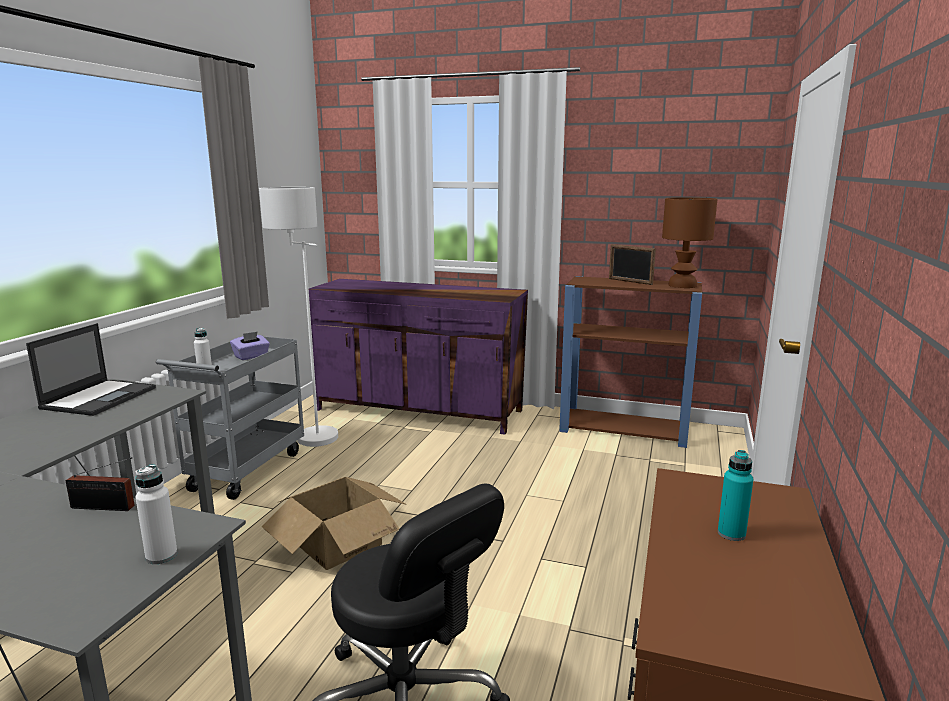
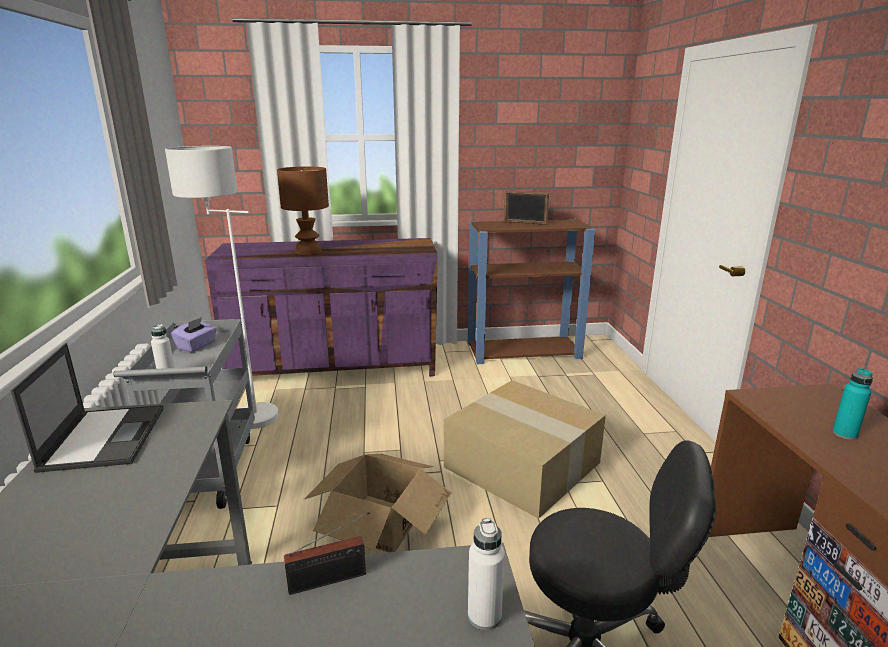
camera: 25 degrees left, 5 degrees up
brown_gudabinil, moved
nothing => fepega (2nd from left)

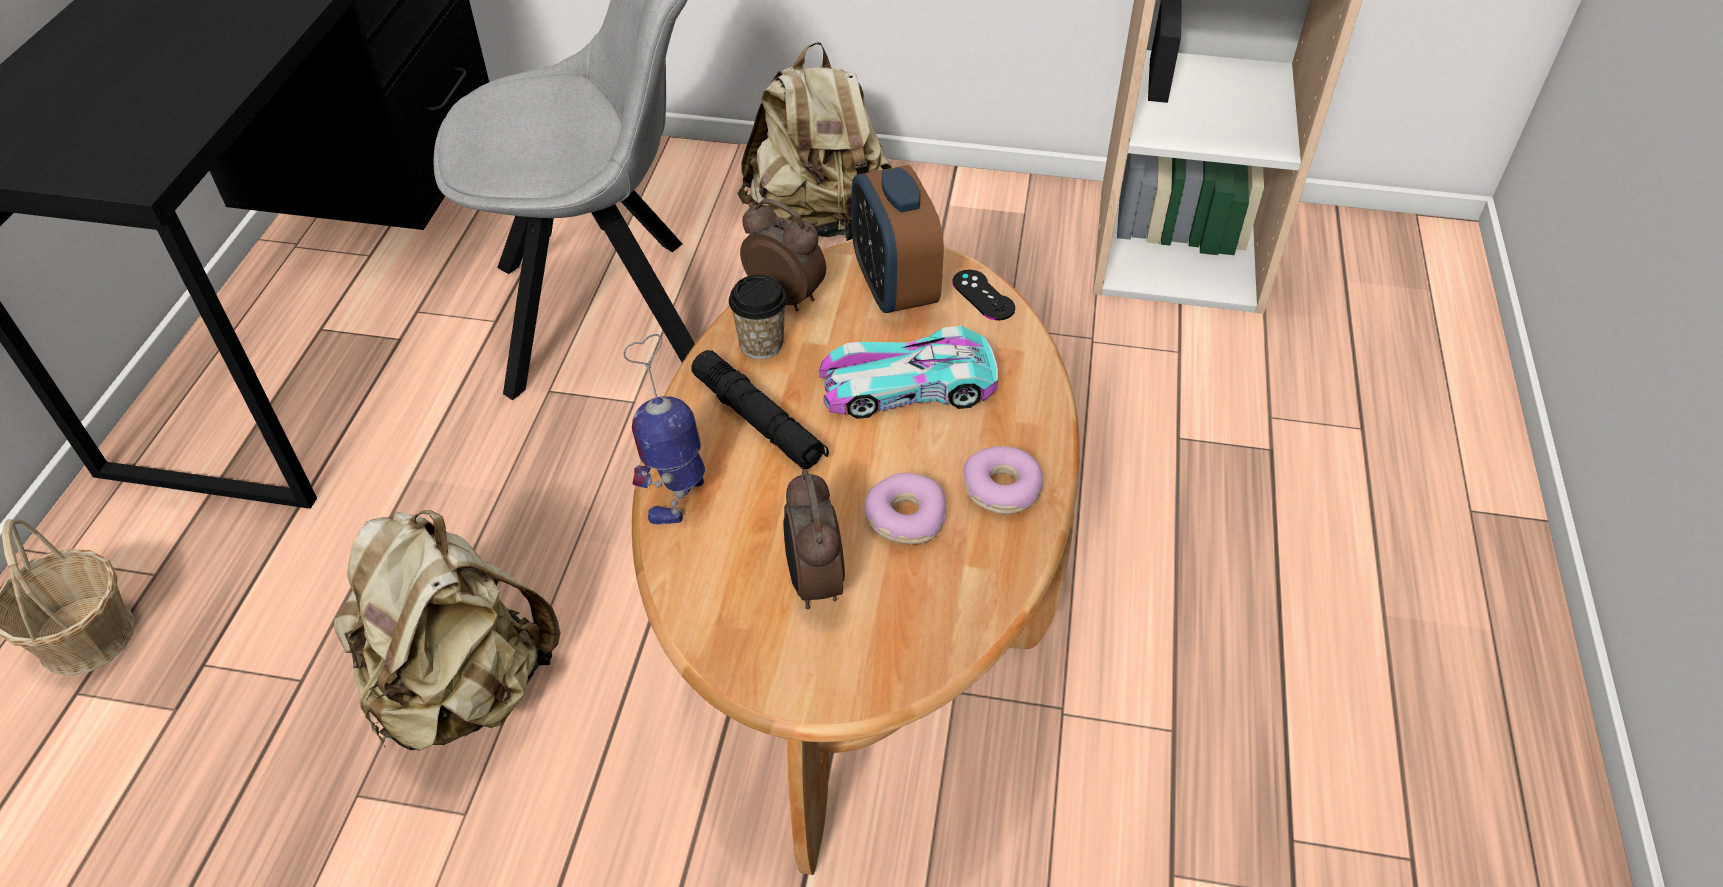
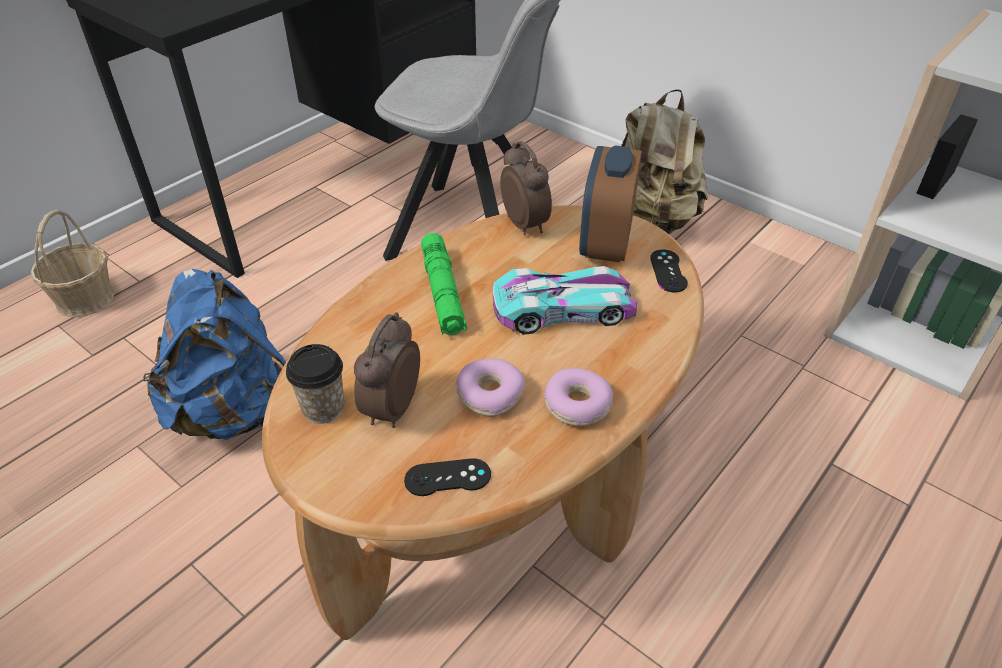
camera: 30 degrees right, 5 degrees down
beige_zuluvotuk (1st from left) => blue_zuluvotuk
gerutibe => nothing
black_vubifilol => green_vubifilol
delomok, moved
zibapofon, 150 degrees clockwise
nothing => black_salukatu (1st from left)

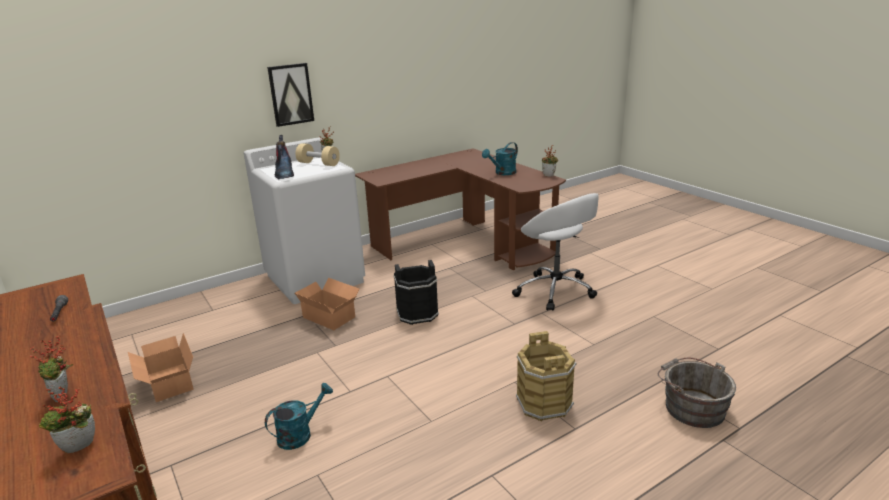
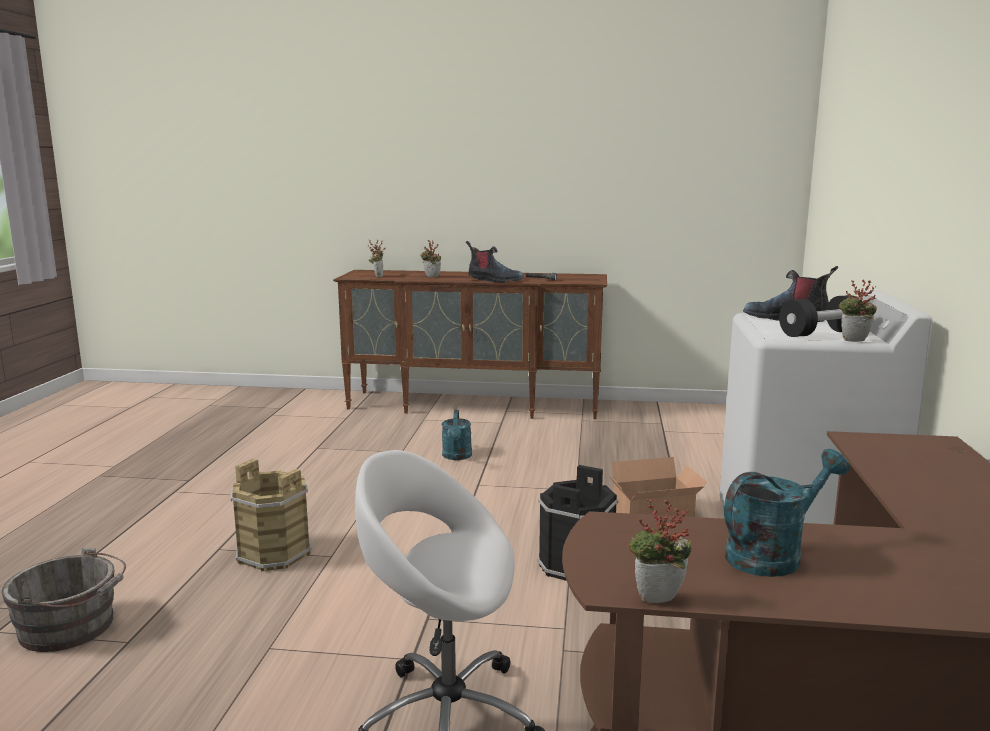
camera: 130 degrees right, 10 degrees down
fepega (1st from left) => nothing
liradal => nothing
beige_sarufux => black_sarufux
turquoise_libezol (2nd from left), 60 degrees clockwise
nothing => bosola (1st from left)

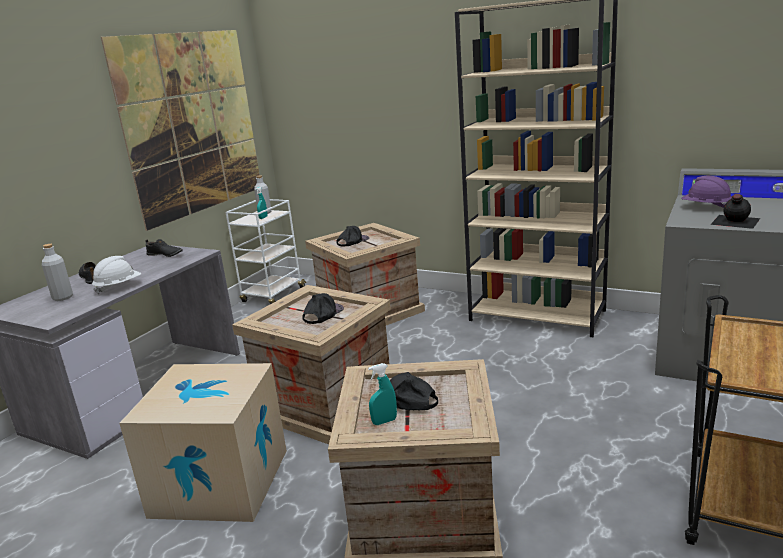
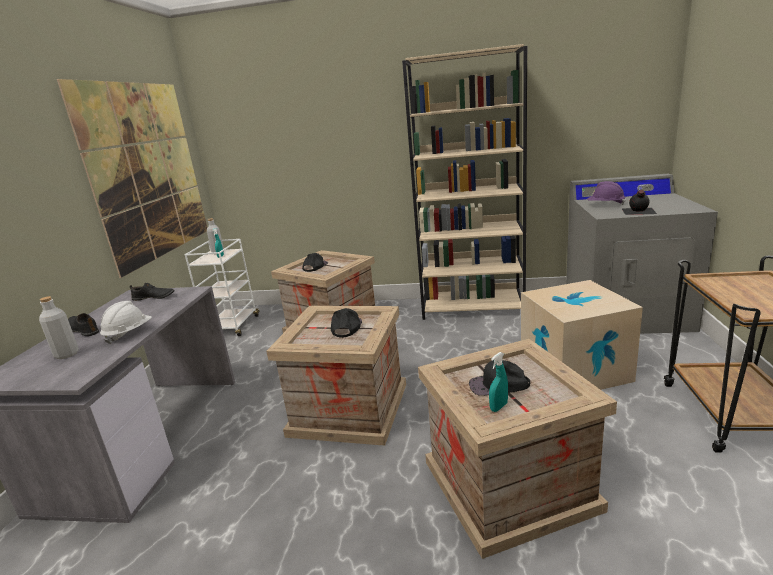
camera: 20 degrees left, 0 degrees up
fepega, moved

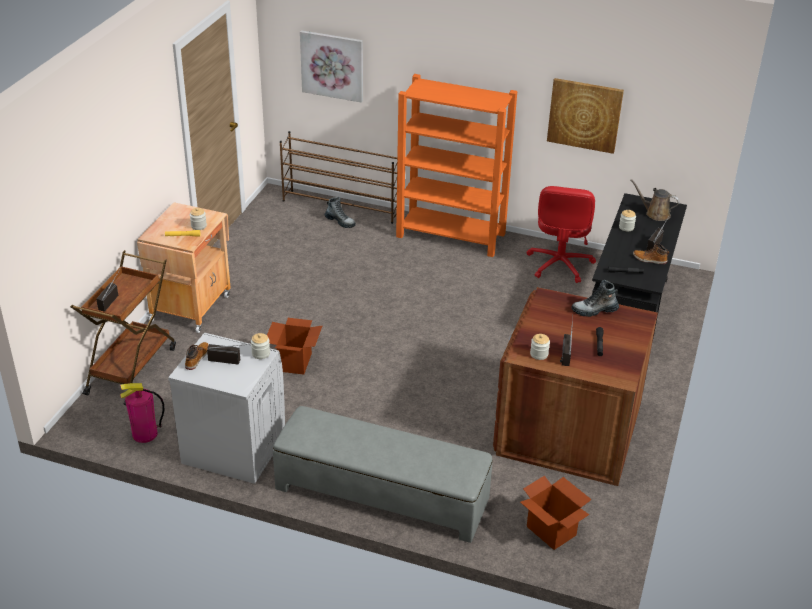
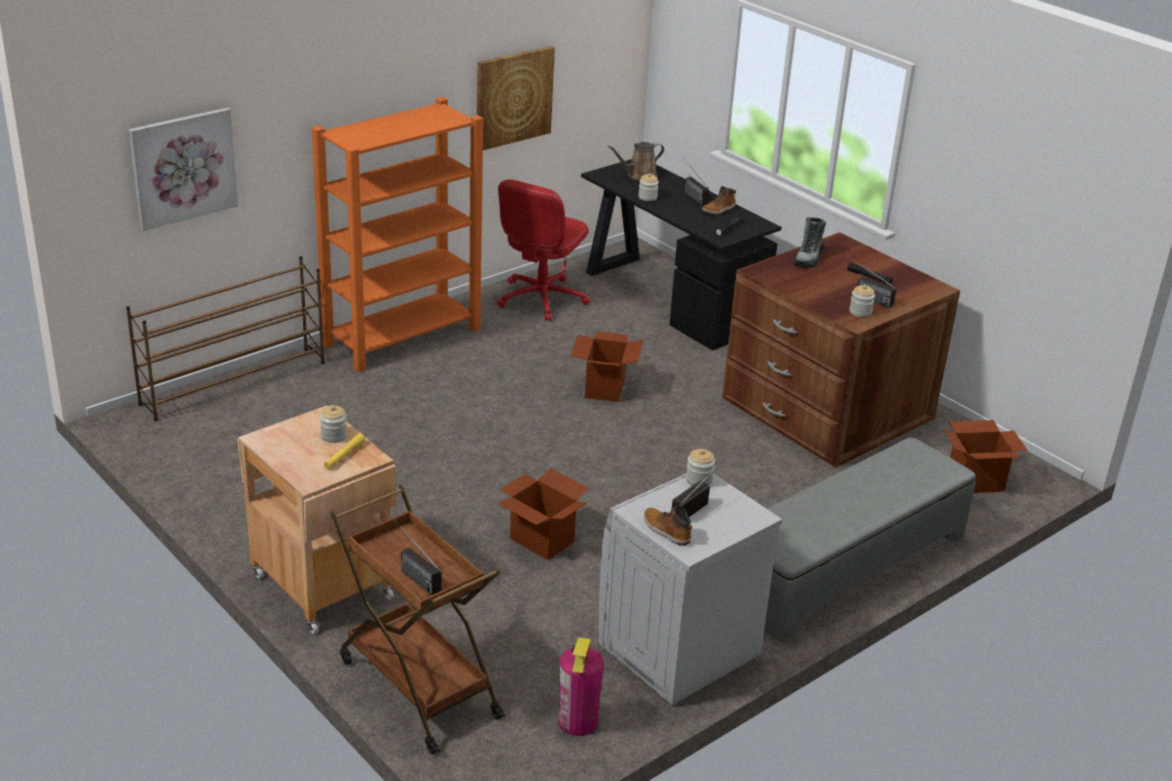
camera: 60 degrees left, 5 degrees down
bosola (2nd from left) => nothing
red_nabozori, 75 degrees clockwise
nothing => fepega (2nd from left)

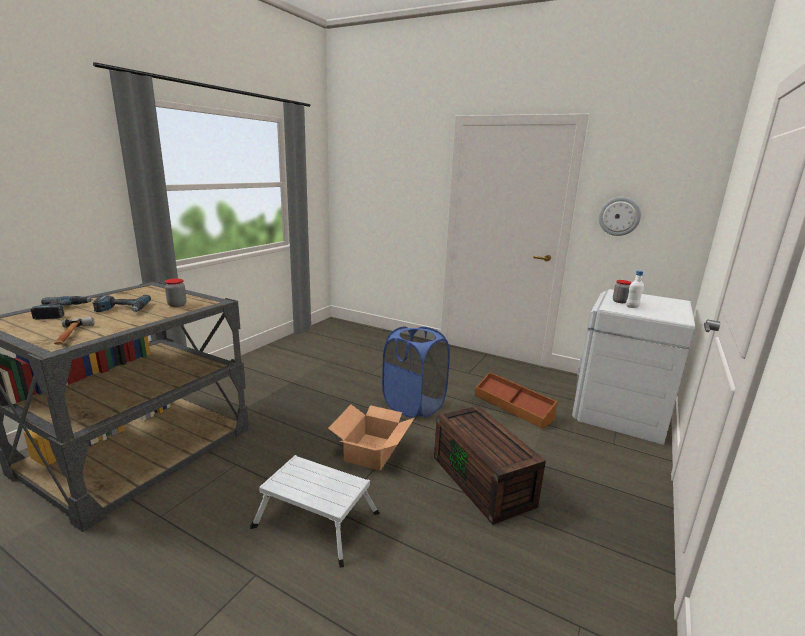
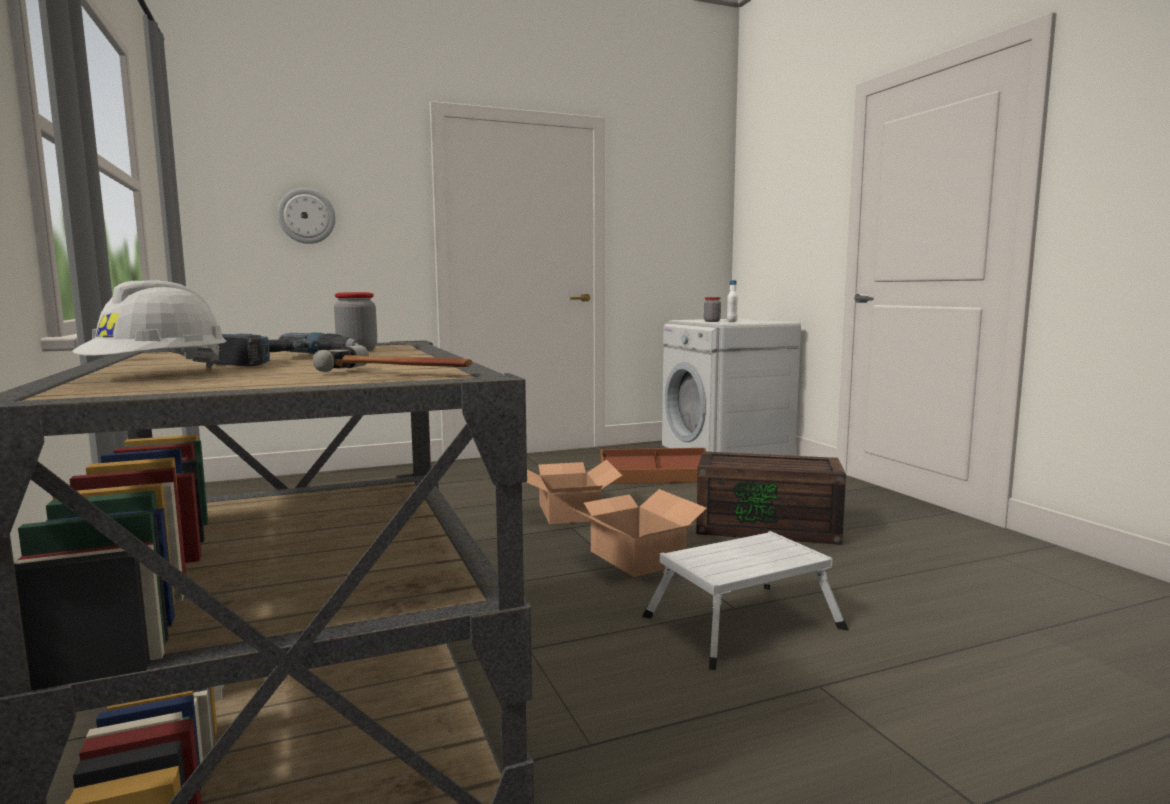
camera: 50 degrees left, 10 degrees down
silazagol (1st from left) => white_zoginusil
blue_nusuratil => fepega (1st from left)
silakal, moved

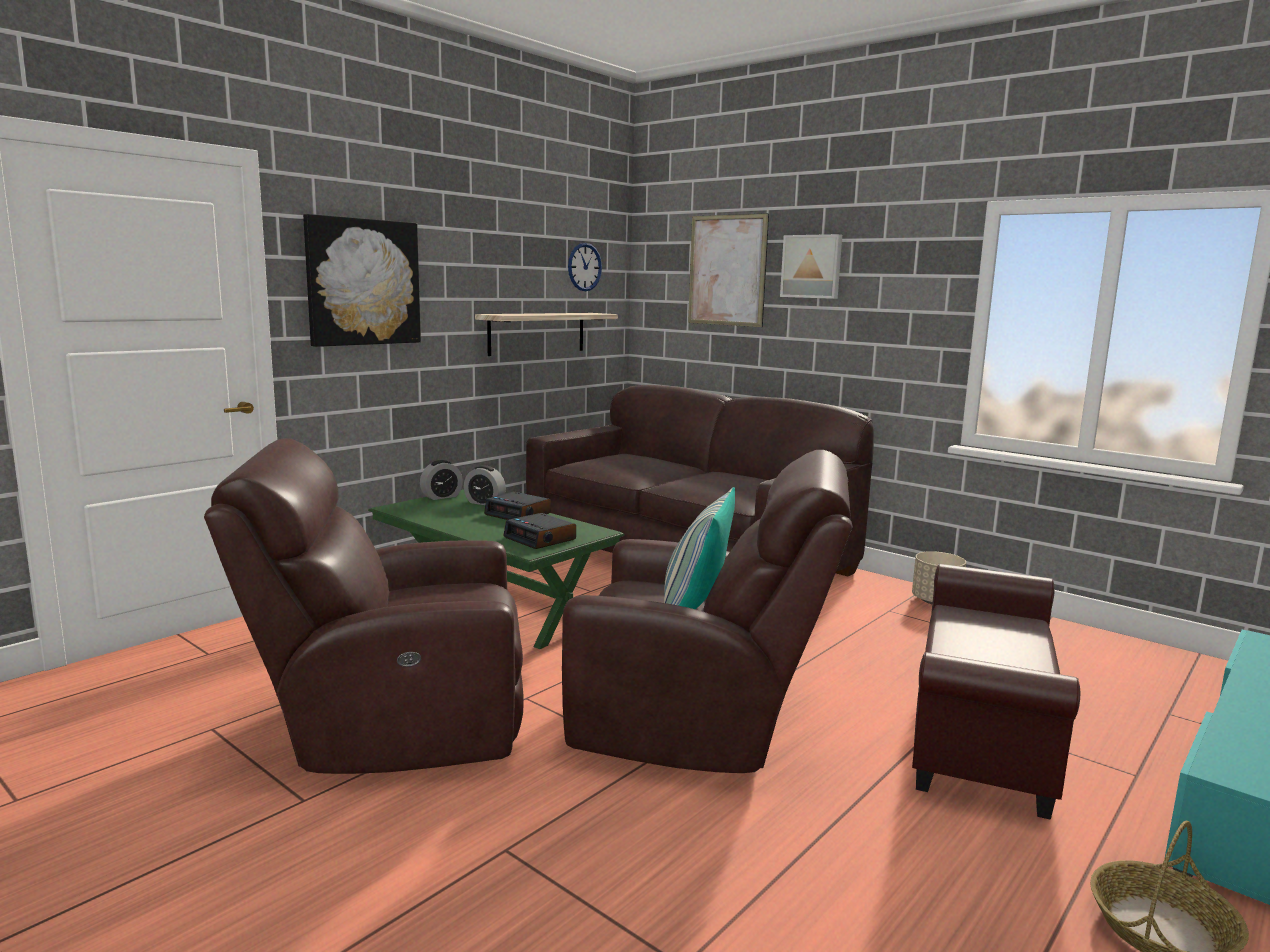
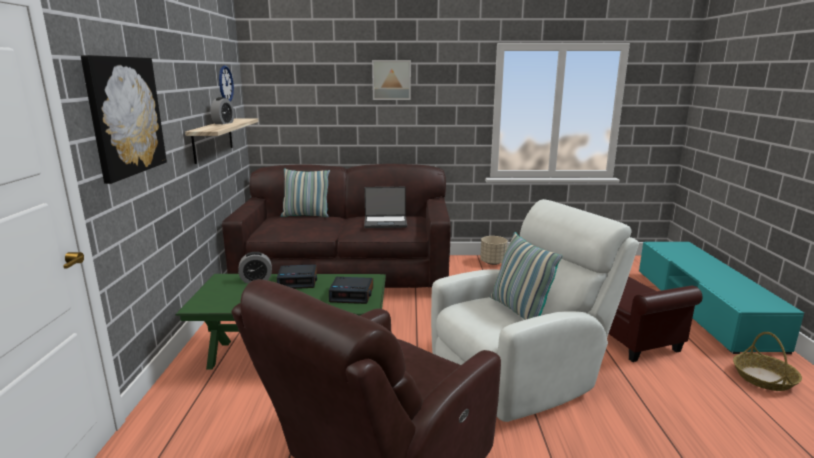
camera: 40 degrees left, 5 degrees up
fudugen (1st from left), moved
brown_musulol (2nd from left) => white_musulol
liradal (2nd from left) => nothing
nothing => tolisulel (1st from left)
nothing => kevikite

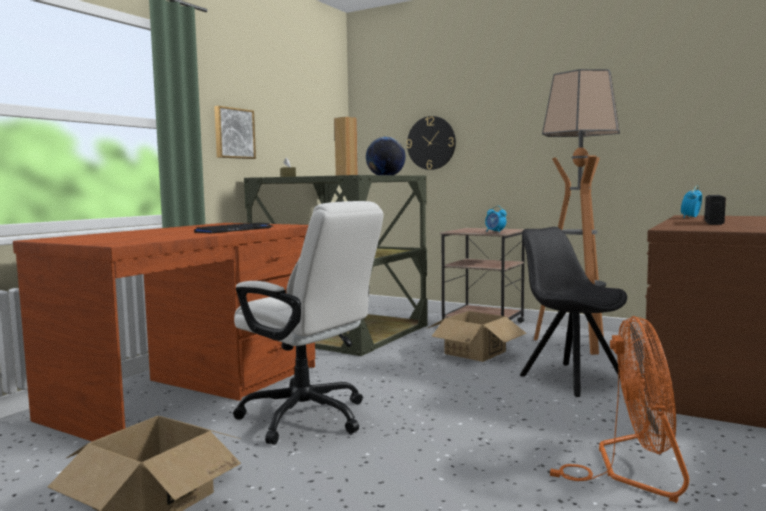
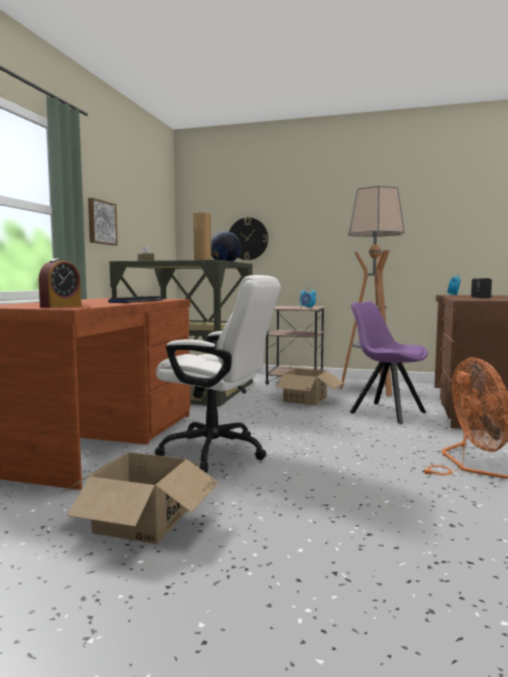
camera: 15 degrees left, 0 degrees up
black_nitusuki => purple_nitusuki
nothing => fudugen (1st from left)

